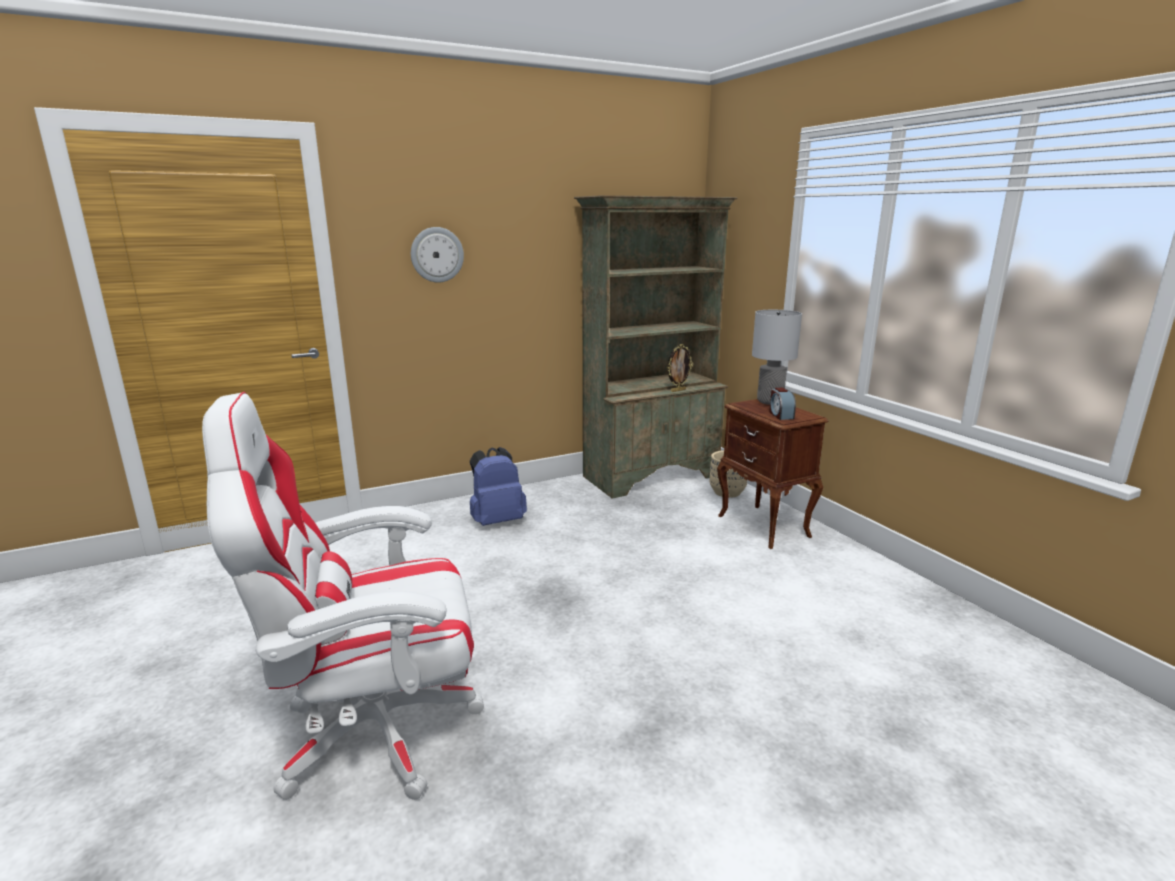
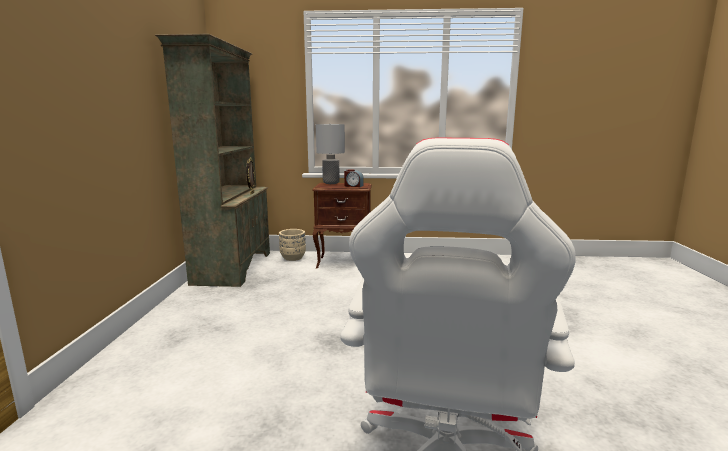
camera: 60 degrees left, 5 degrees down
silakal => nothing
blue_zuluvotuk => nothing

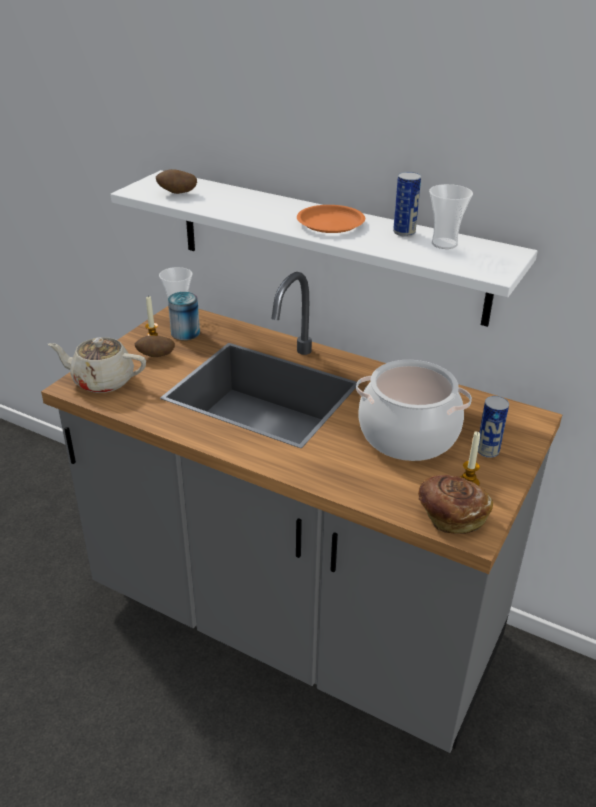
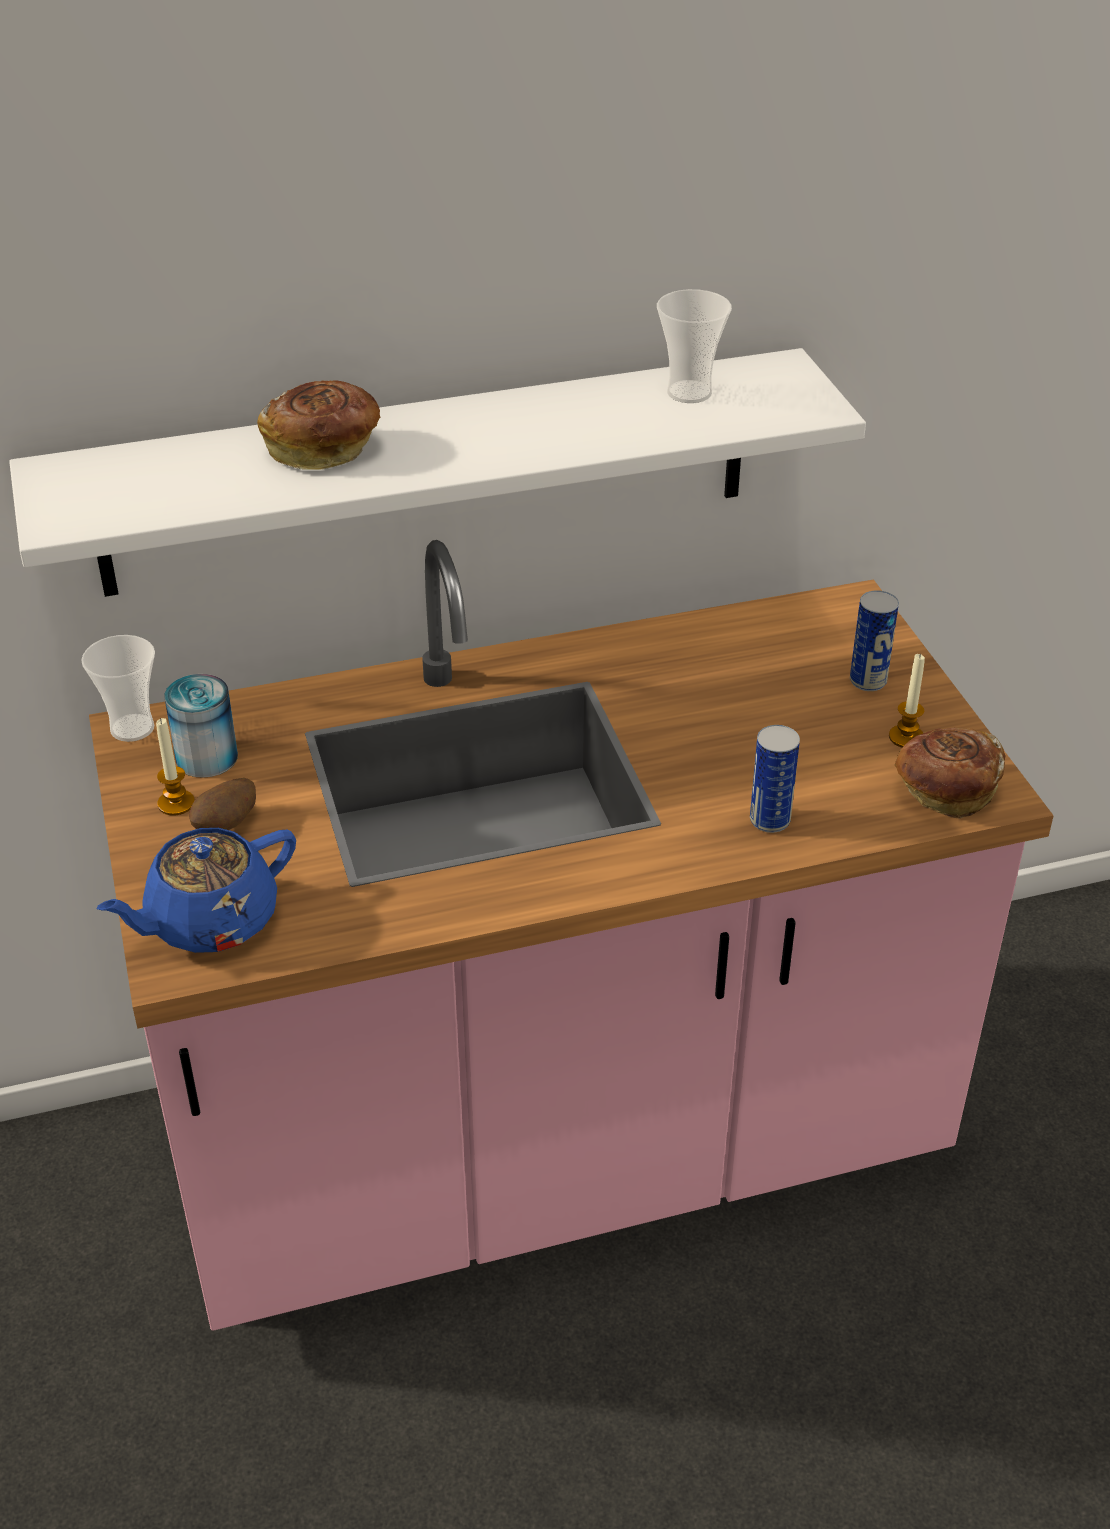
camera: 45 degrees left, 5 degrees up
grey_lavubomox => pink_lavubomox
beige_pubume => blue_pubume
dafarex (2nd from left) => nothing
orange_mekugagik => nothing
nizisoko => nothing
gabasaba (2nd from left), moved
nothing => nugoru (1st from left)

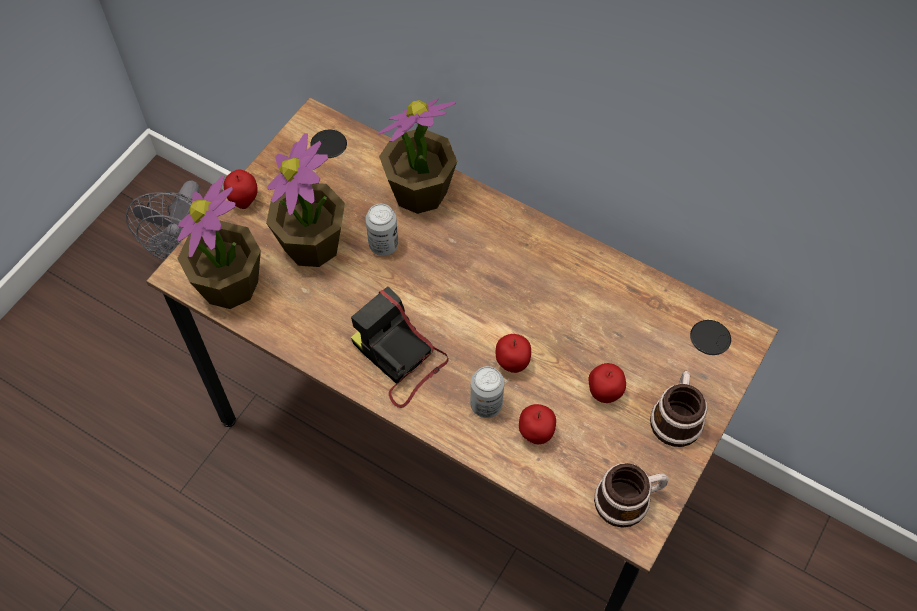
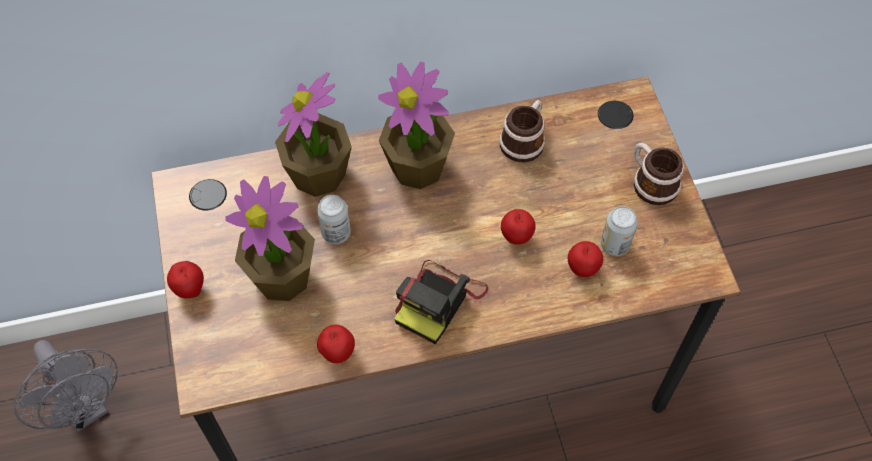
camera: 45 degrees left, 0 degrees up
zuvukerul (1st from left in the first image) => zuvukerul (3rd from left), moved
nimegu, 60 degrees counterclockwise
gabasaba (2nd from left), moved
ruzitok (4th from left in the first image) => ruzitok (2nd from left), moved
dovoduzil (1st from left), moved

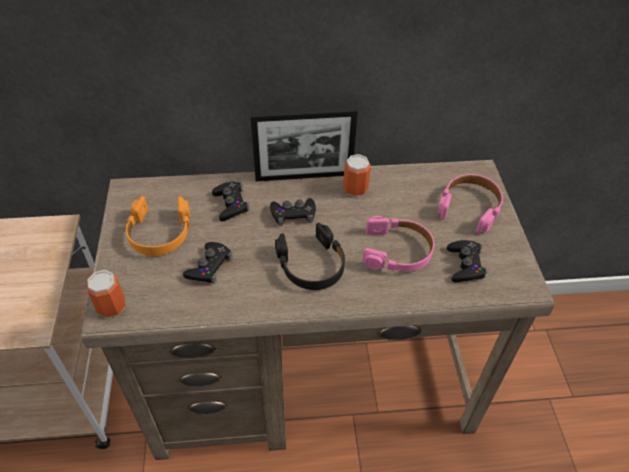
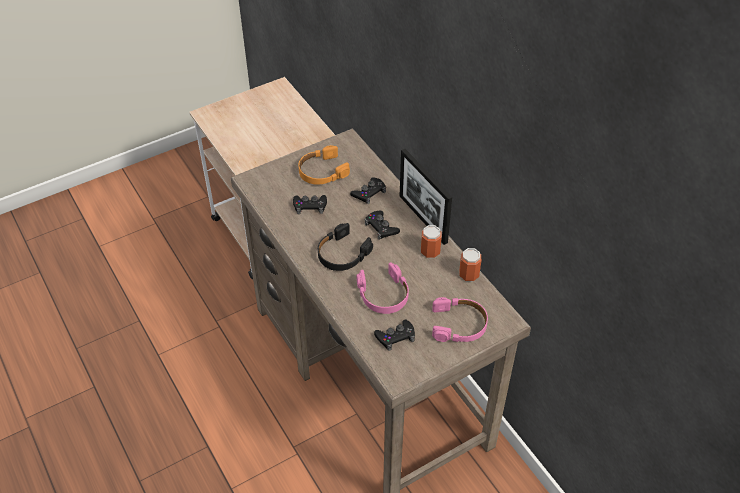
camera: 65 degrees right, 0 degrees up
gabasaba (1st from left in the first image) => gabasaba (2nd from left), moved

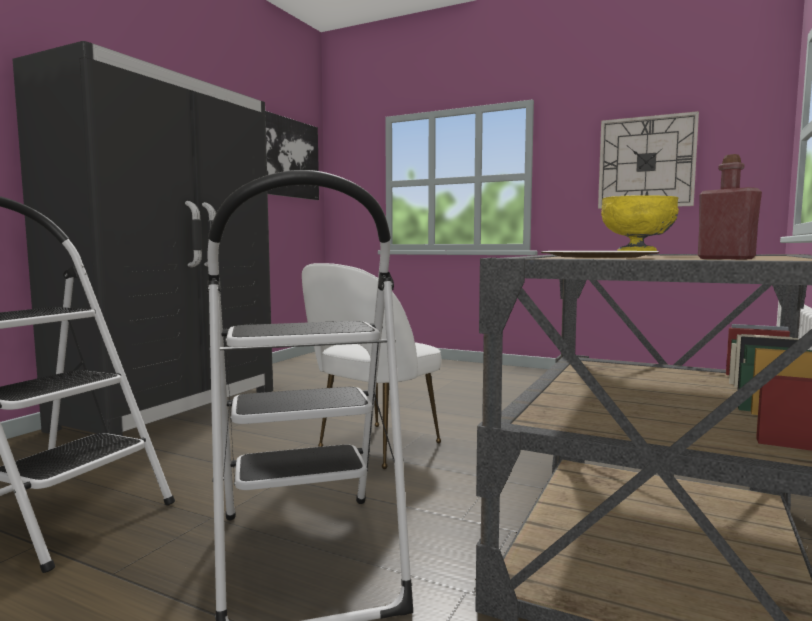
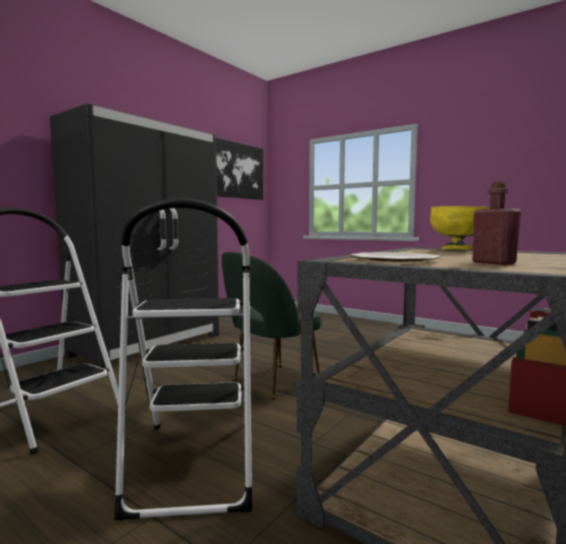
camera: 10 degrees right, 0 degrees up
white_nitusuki => green_nitusuki
silakal => nothing

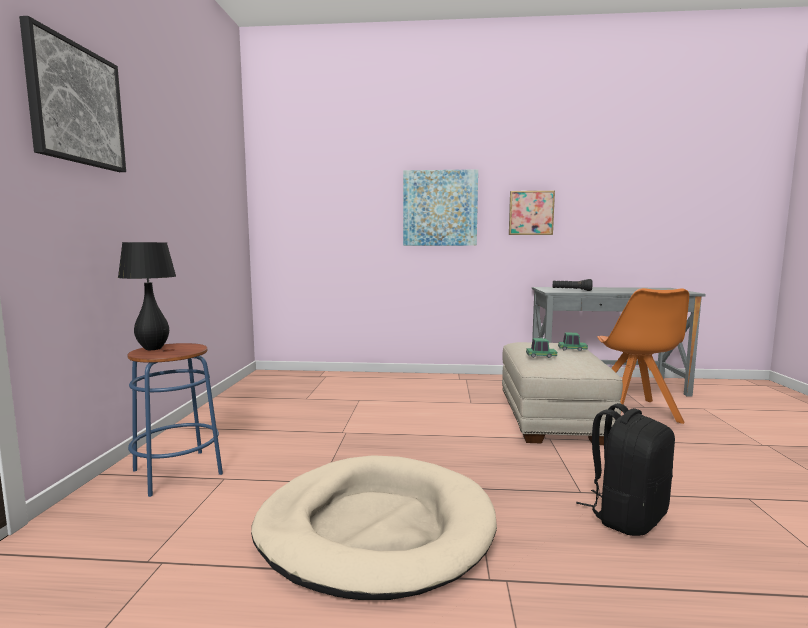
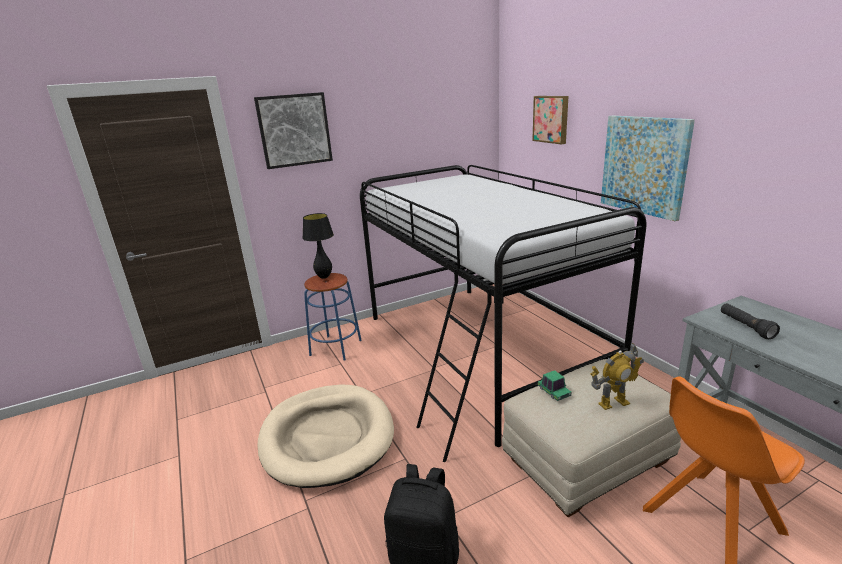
camera: 60 degrees right, 15 degrees up
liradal (3rd from left in the first image) => liradal (2nd from left), moved
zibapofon (2nd from left) => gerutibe
nothing => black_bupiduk

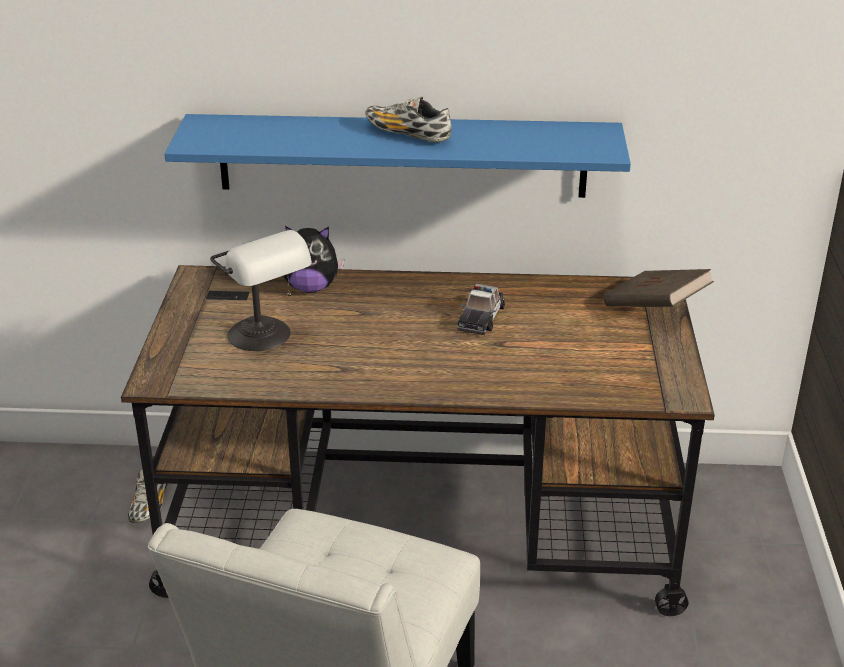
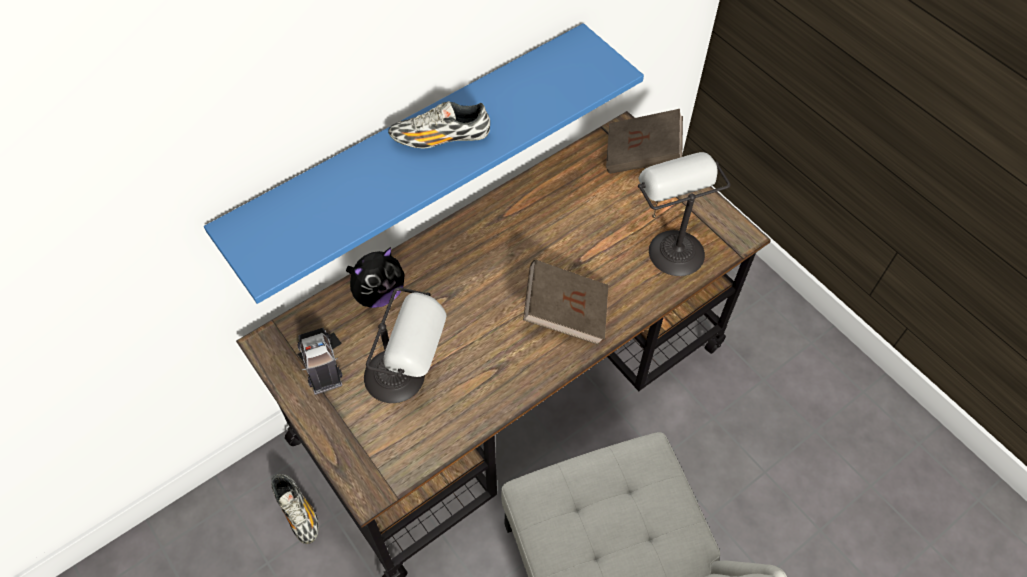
camera: 40 degrees left, 25 degrees up
zibapofon, moved
nothing => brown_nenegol (1st from left)
nothing => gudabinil (2nd from left)

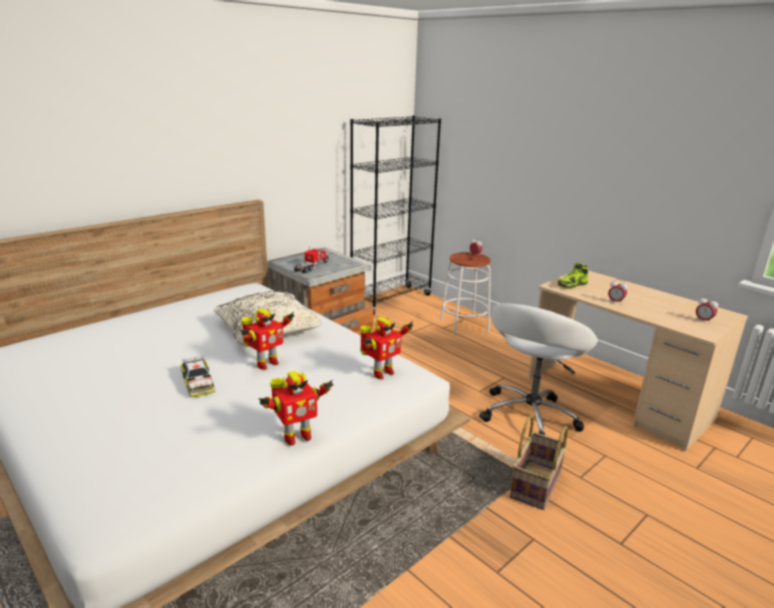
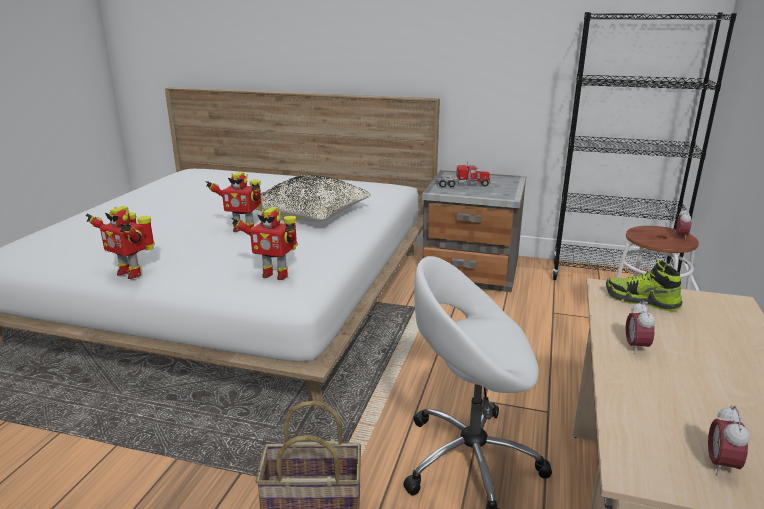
camera: 60 degrees right, 0 degrees up
zibapofon => nothing

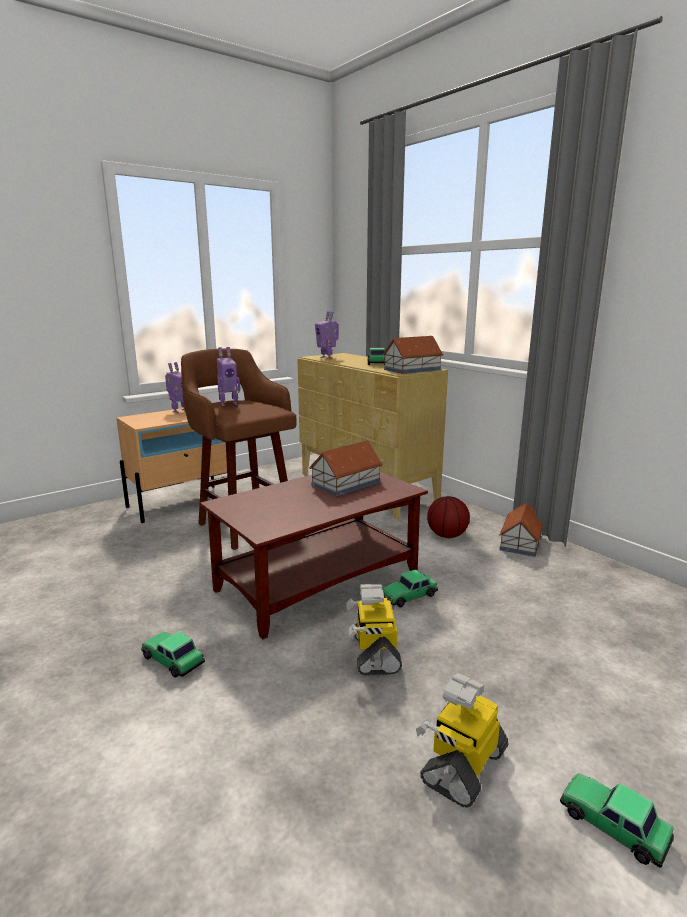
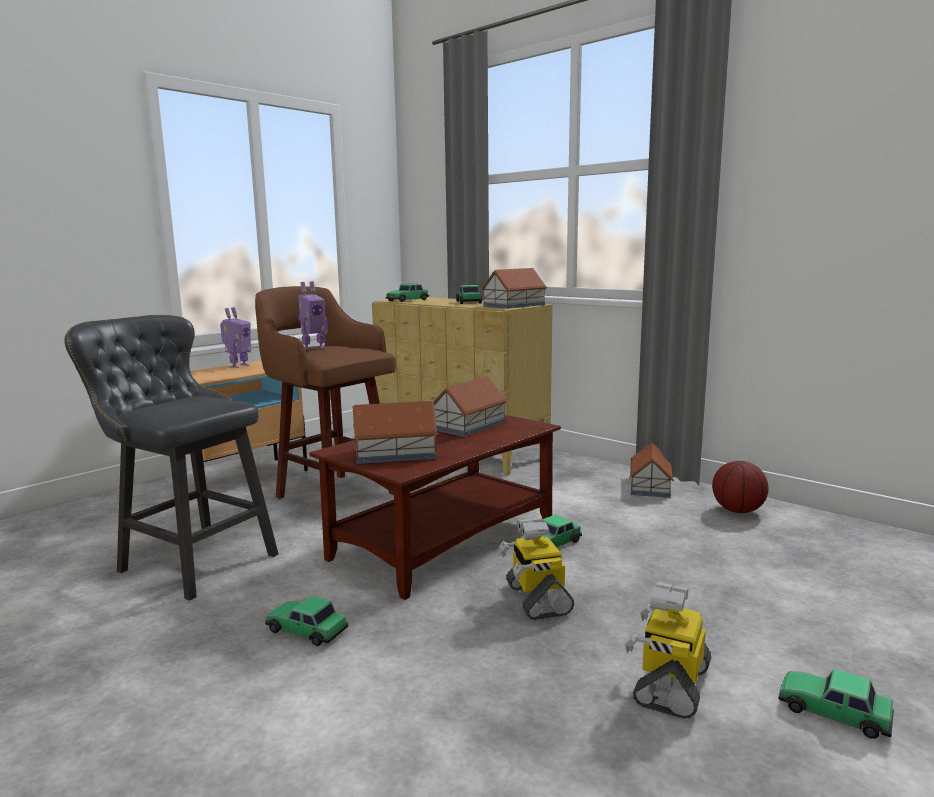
camera: 10 degrees left, 5 degrees down
gerutibe (3rd from left) => zibapofon (2nd from left)
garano, moved
nothing => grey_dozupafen
nothing => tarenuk (1st from left)

